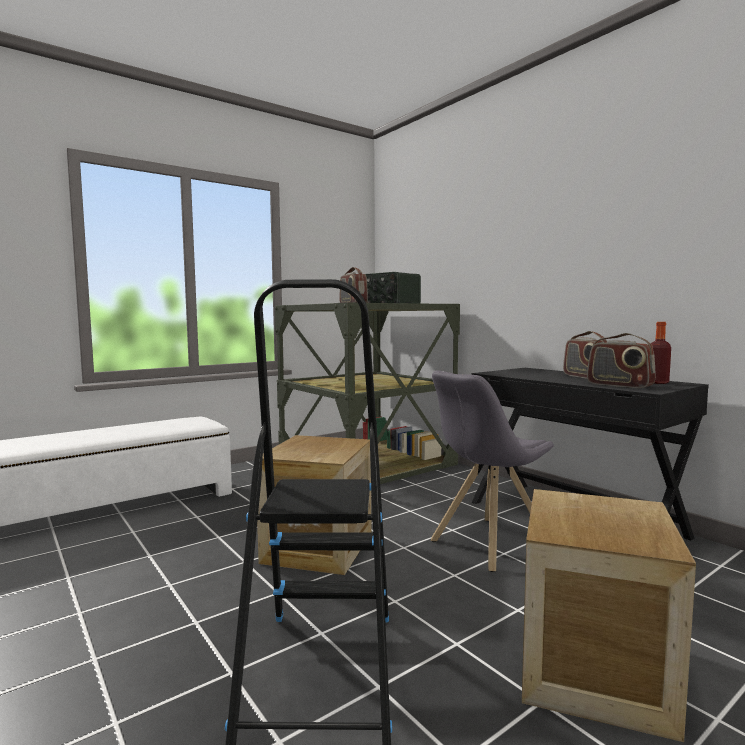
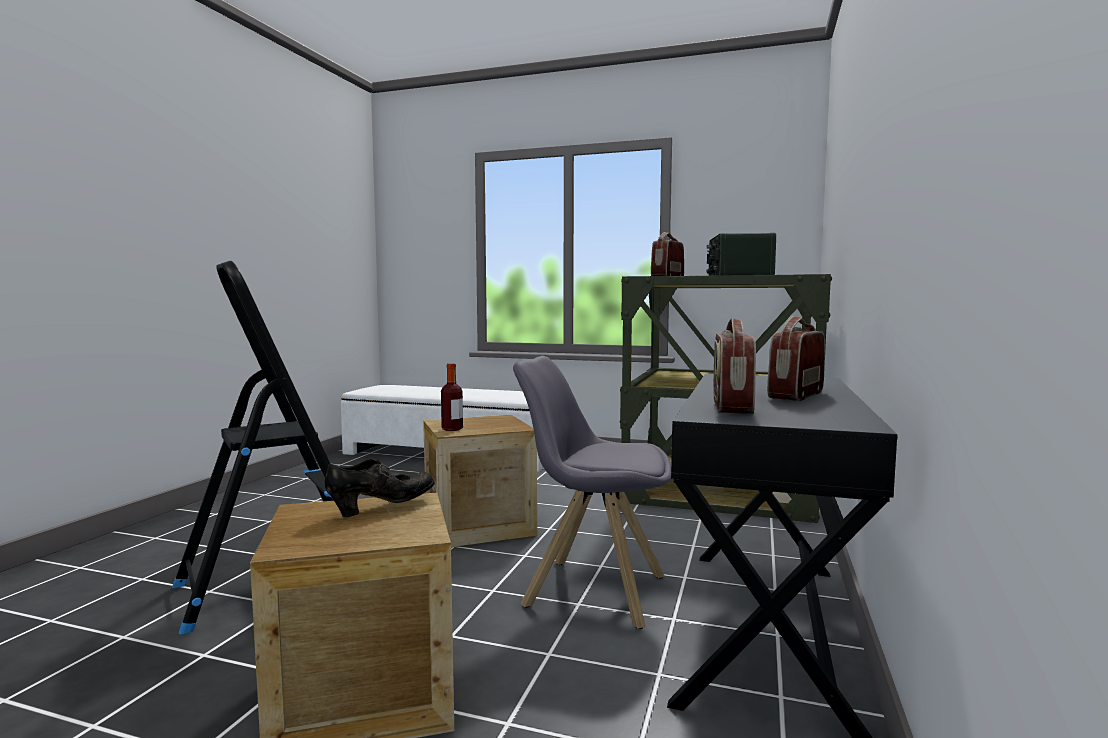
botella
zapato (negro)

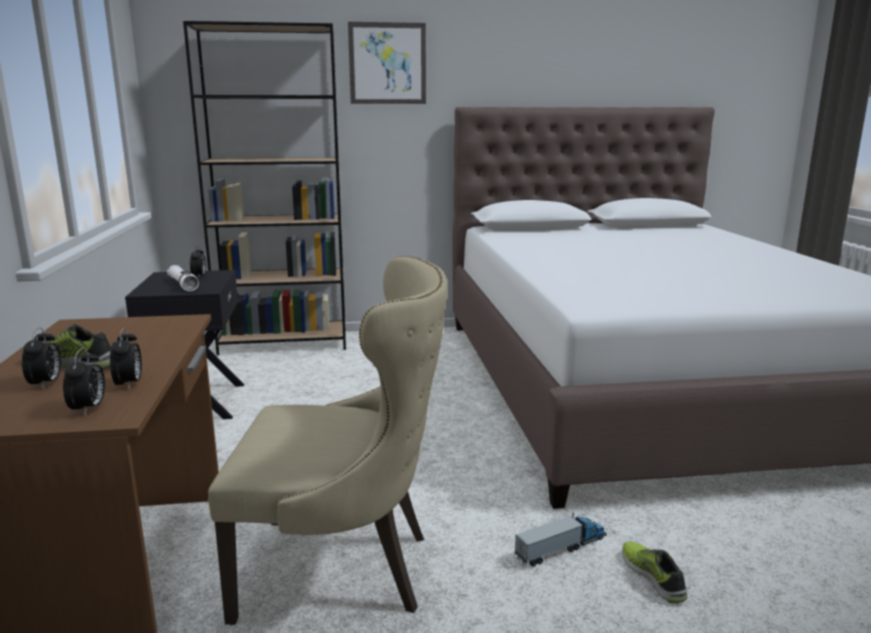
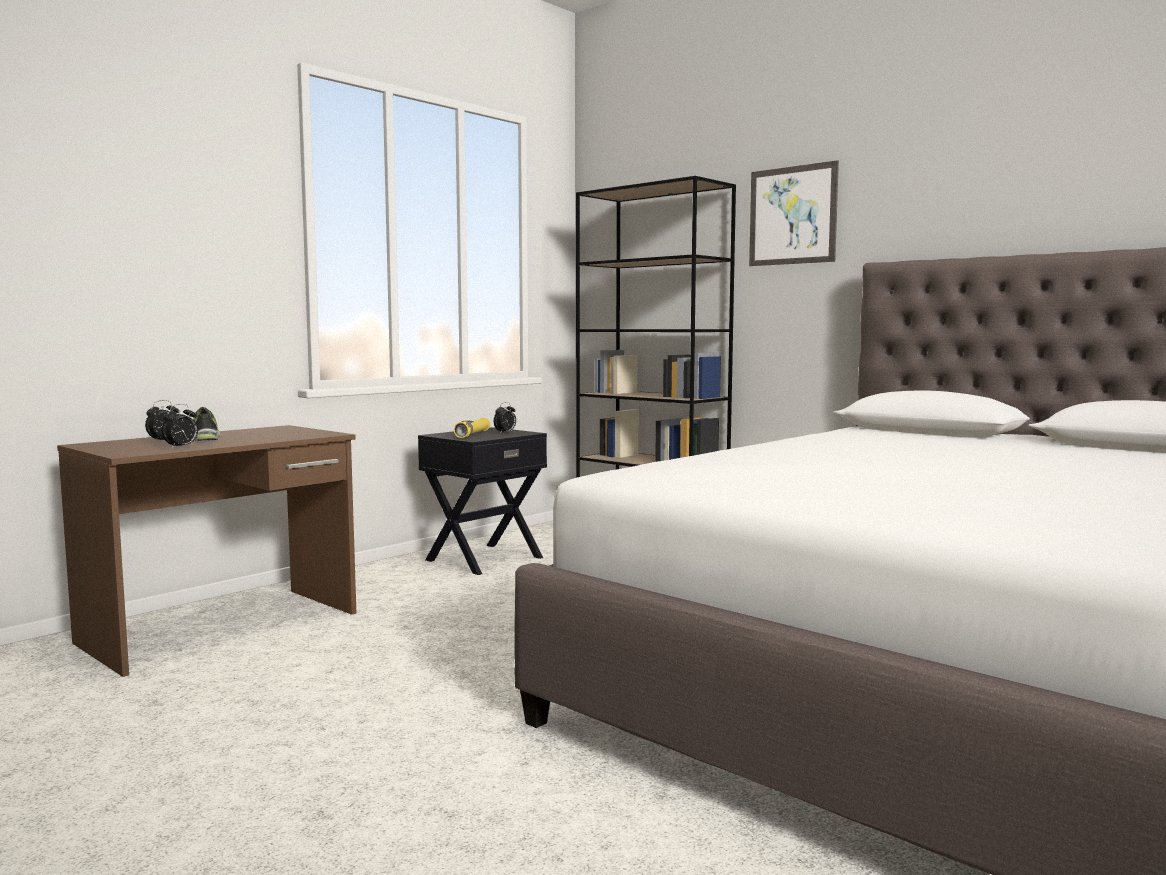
silla (beis)
linterna (amarillo)
despertador (no. 2 from left in the first image)
camión de juguete
zapato (no. 2 from left in the first image)

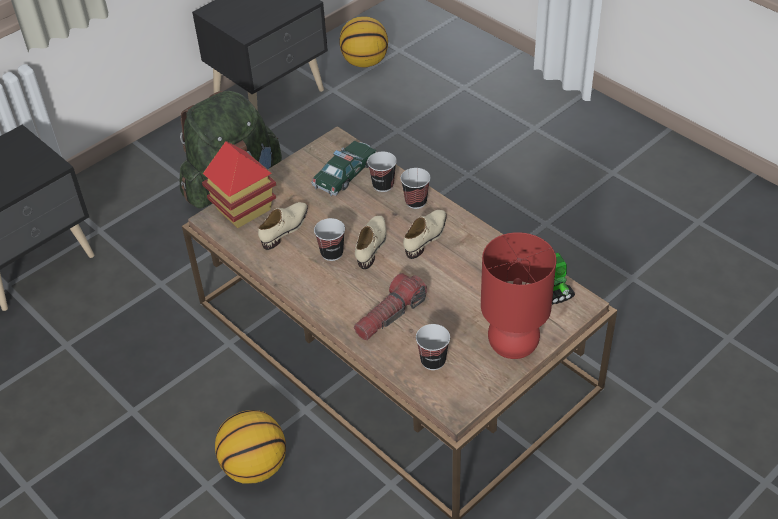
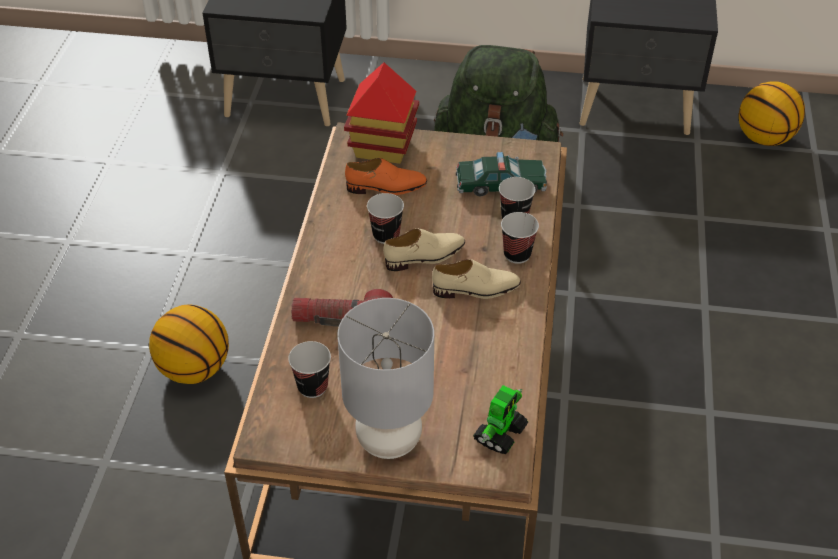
zapato (naranja)
lámpara de mesa (gris)

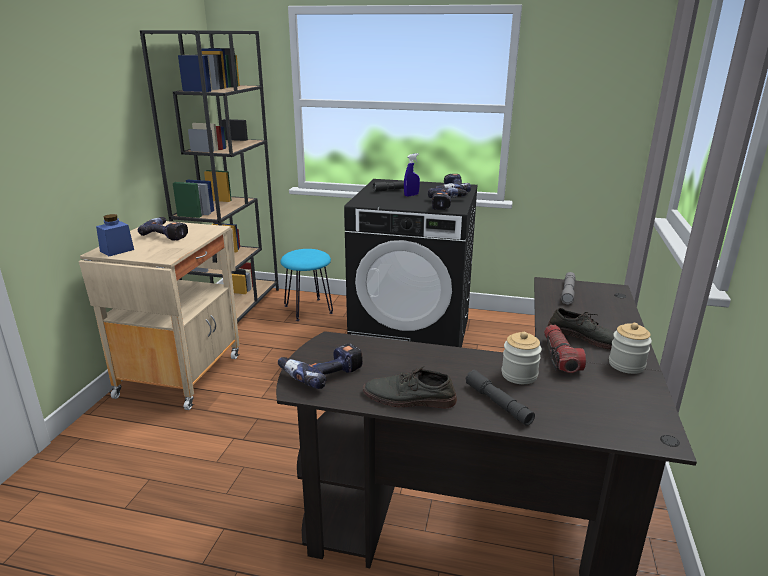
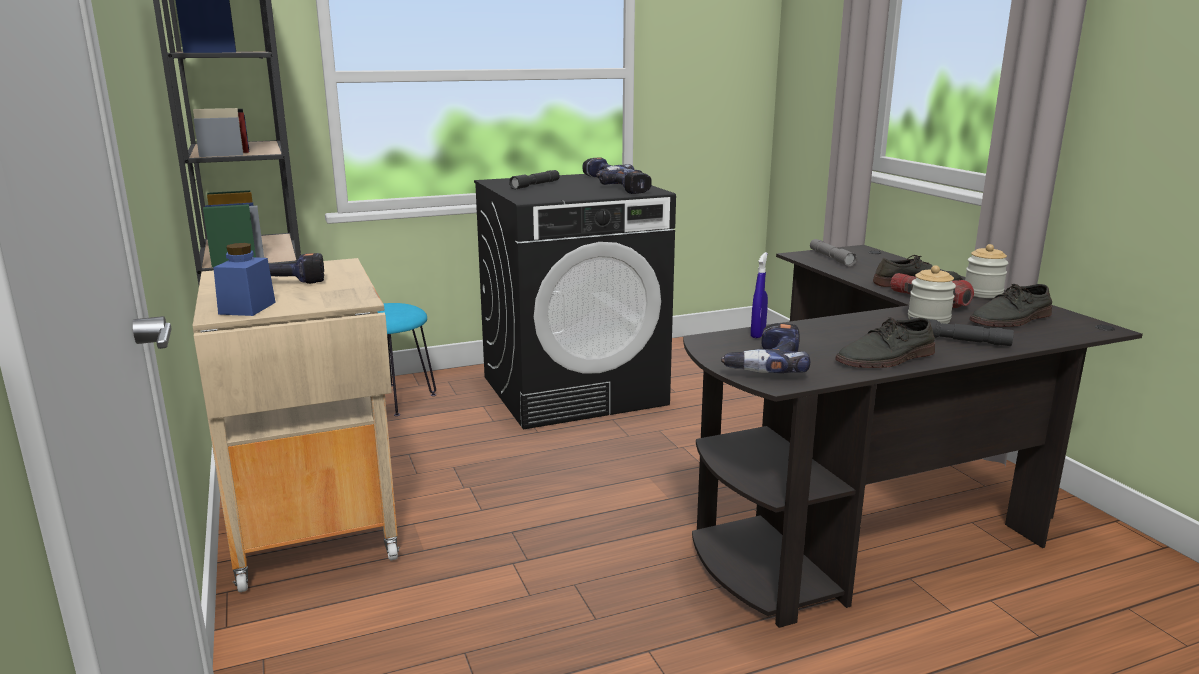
pulverizador (azul)
zapato (gris) (no. 3 from left)

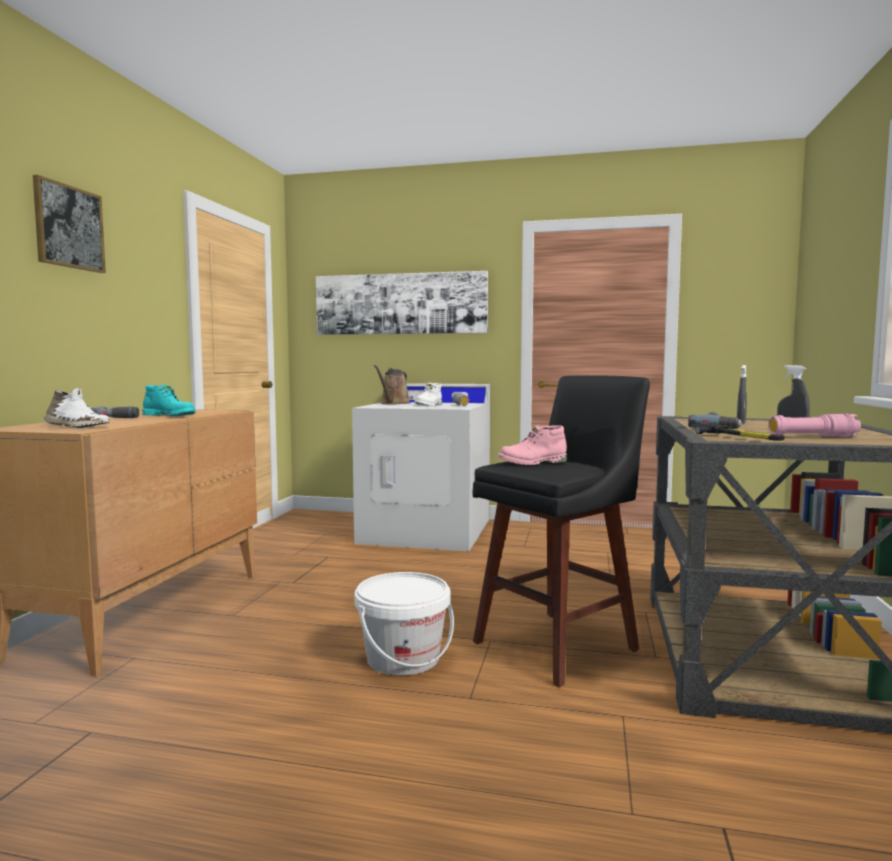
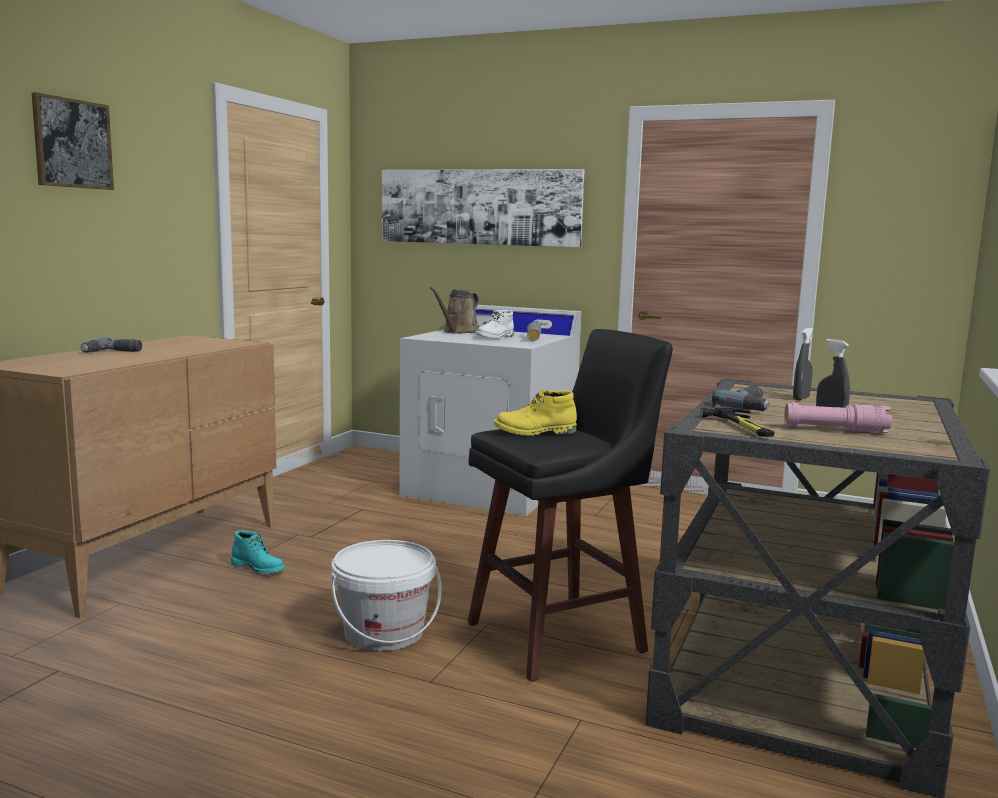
bota (turquesa)
zapato (blanco)
bota (amarillo)

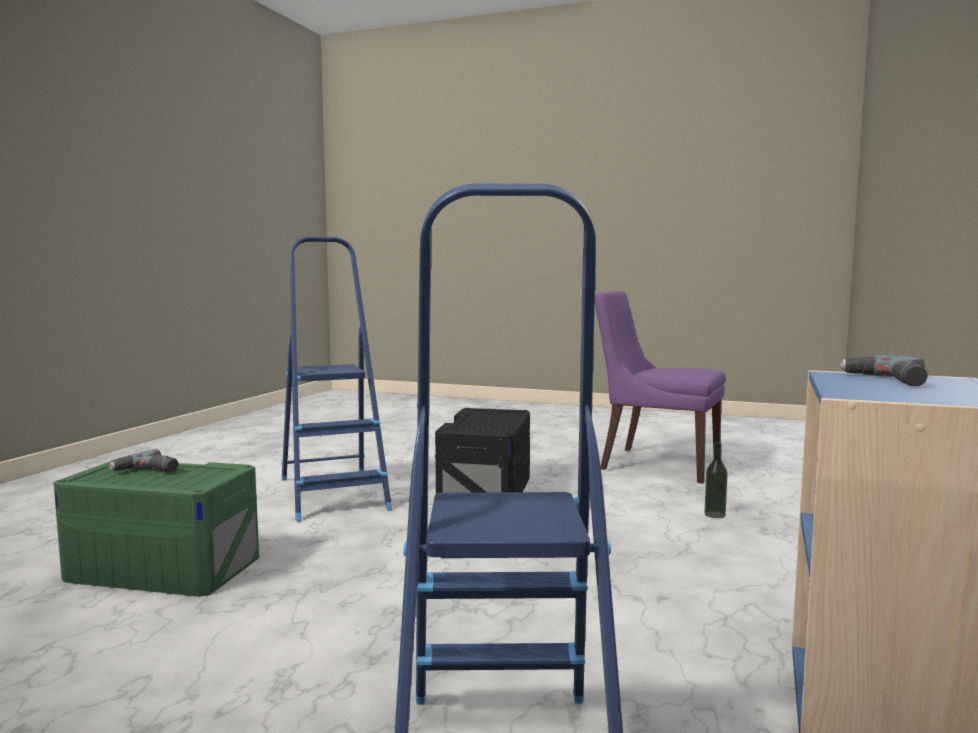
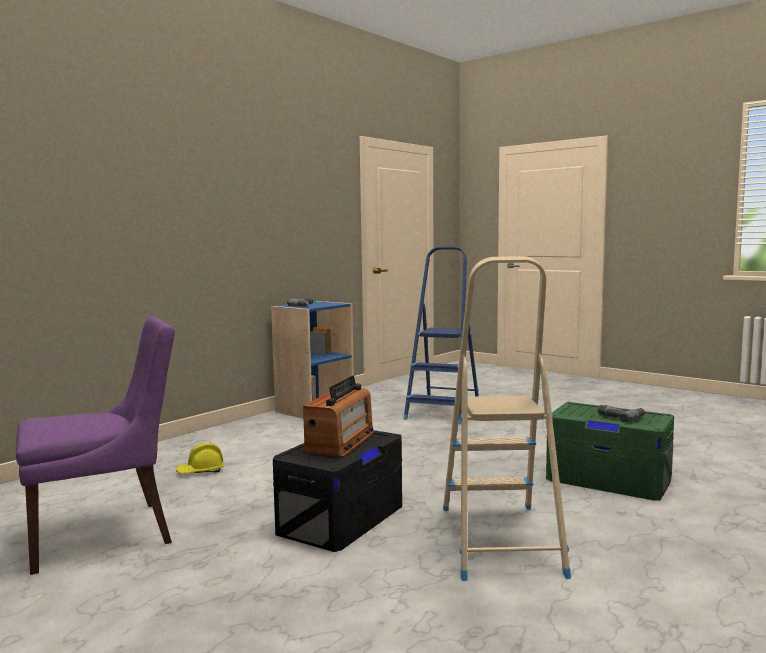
escalera de tijera (beis)
silla (morado)
casco (amarillo)
radio

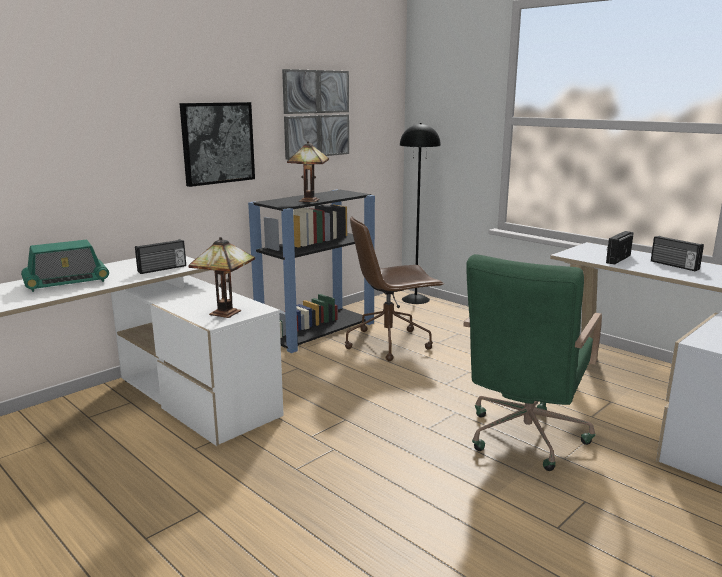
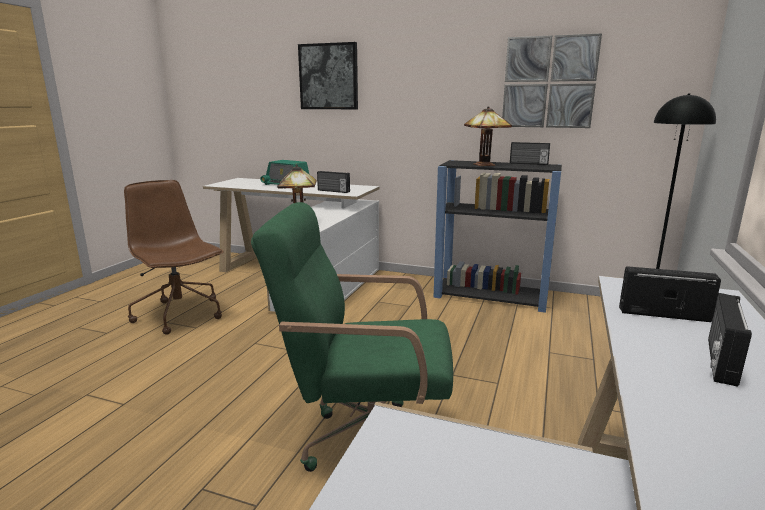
cuadro (no. 1 from left)
silla de oficina (marrón)
radio (no. 3 from left)

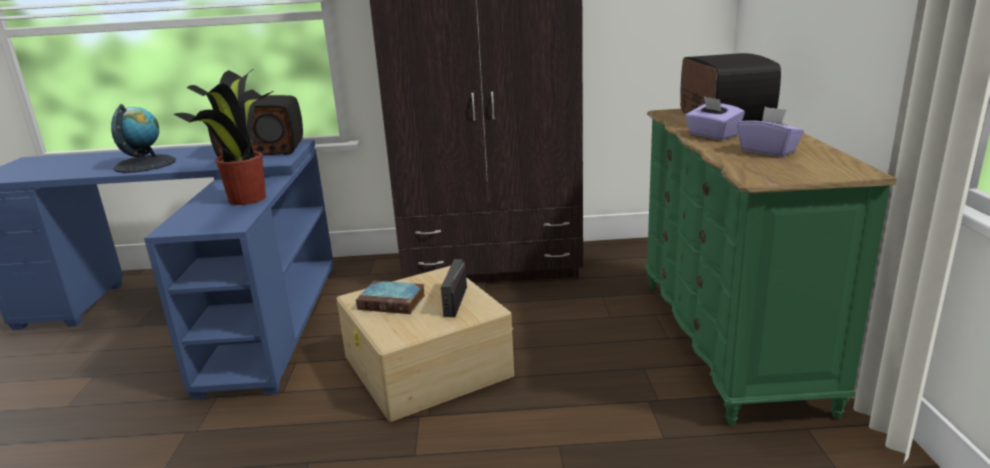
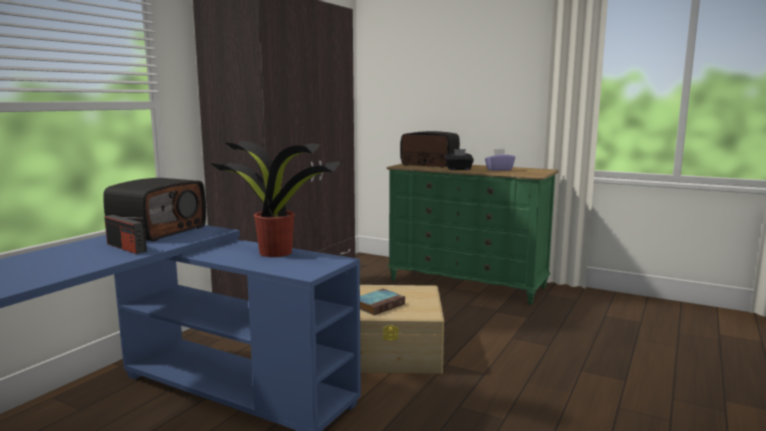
caja de pañuelos (negro)
globo terráqueo
radio (no. 1 from left)

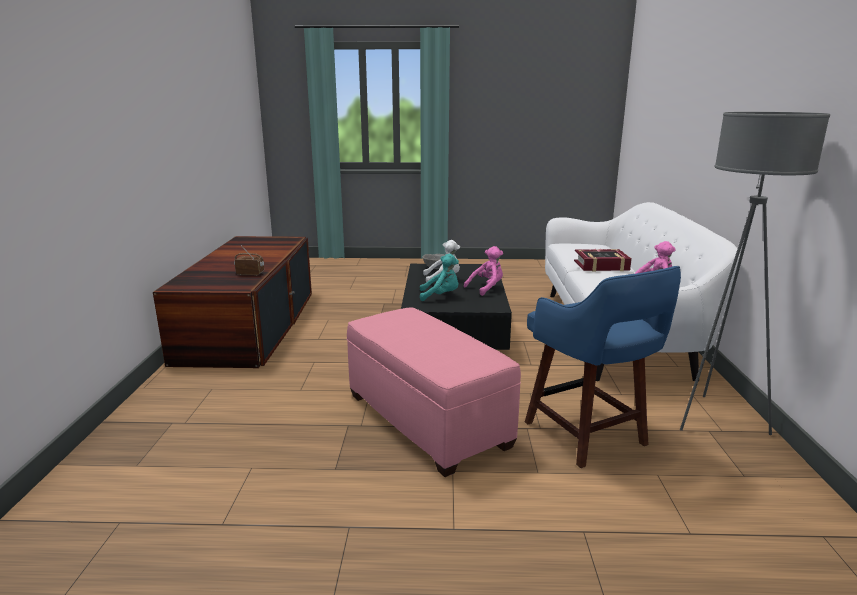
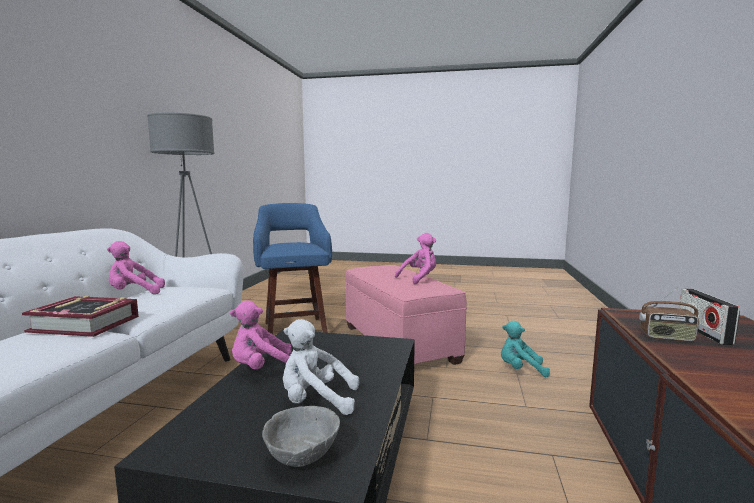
peluche (turquesa)
peluche (rosa) (no. 3 from left)
radio (no. 2 from left)

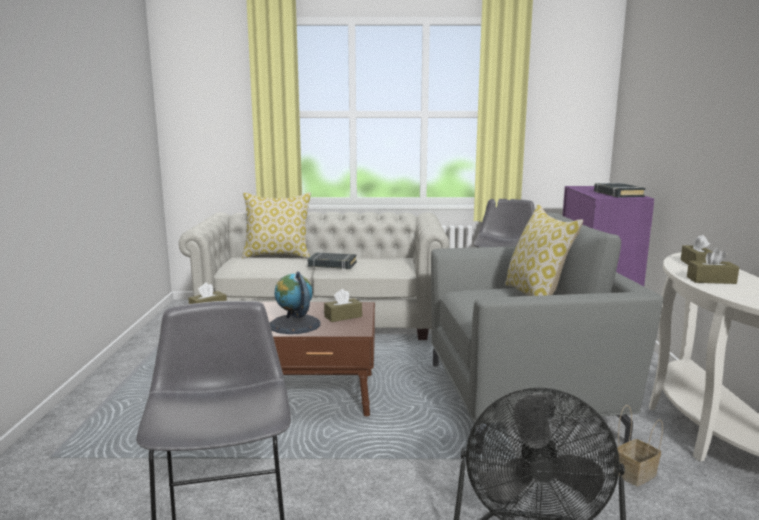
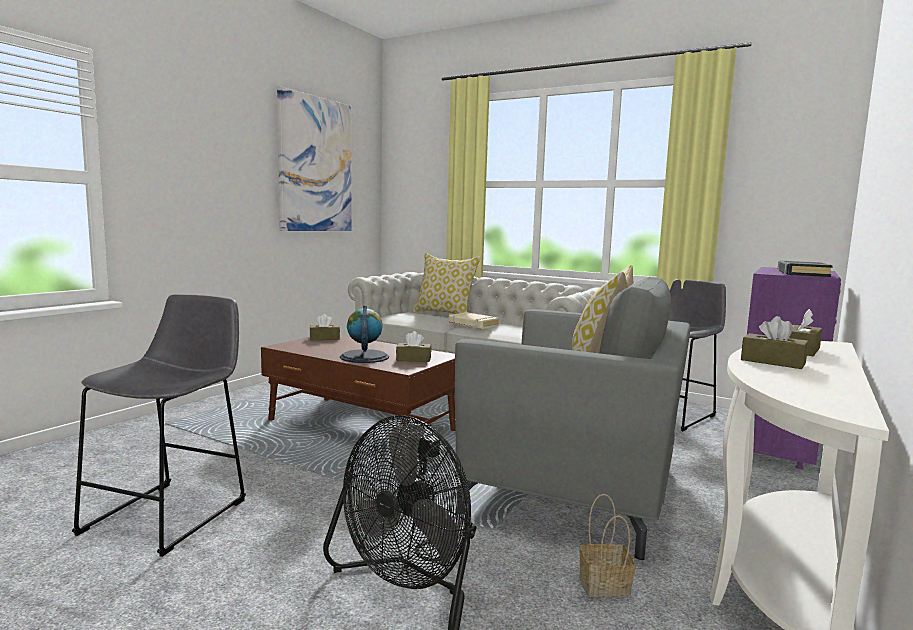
libro (beis)
cuadro

